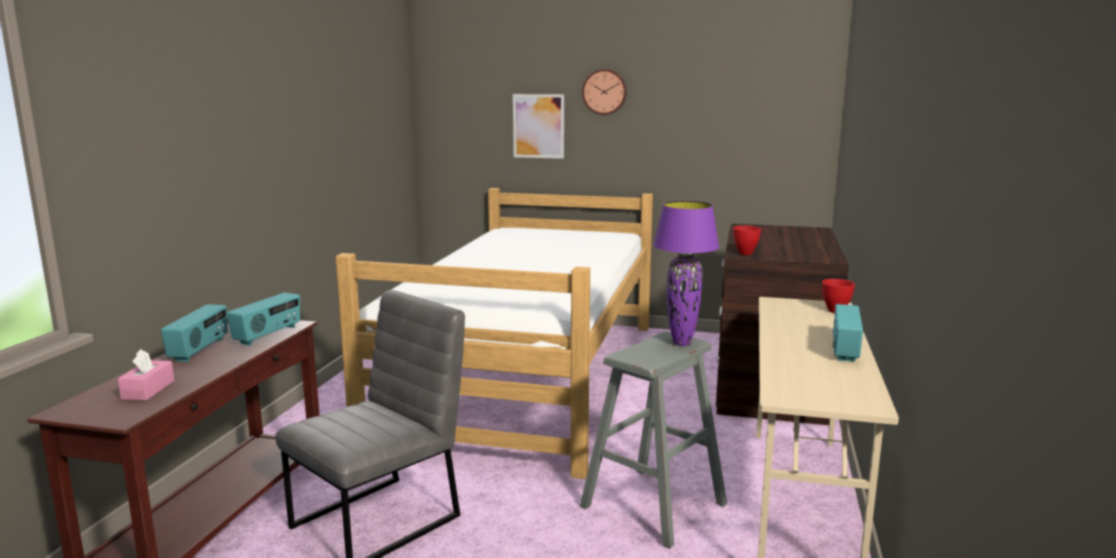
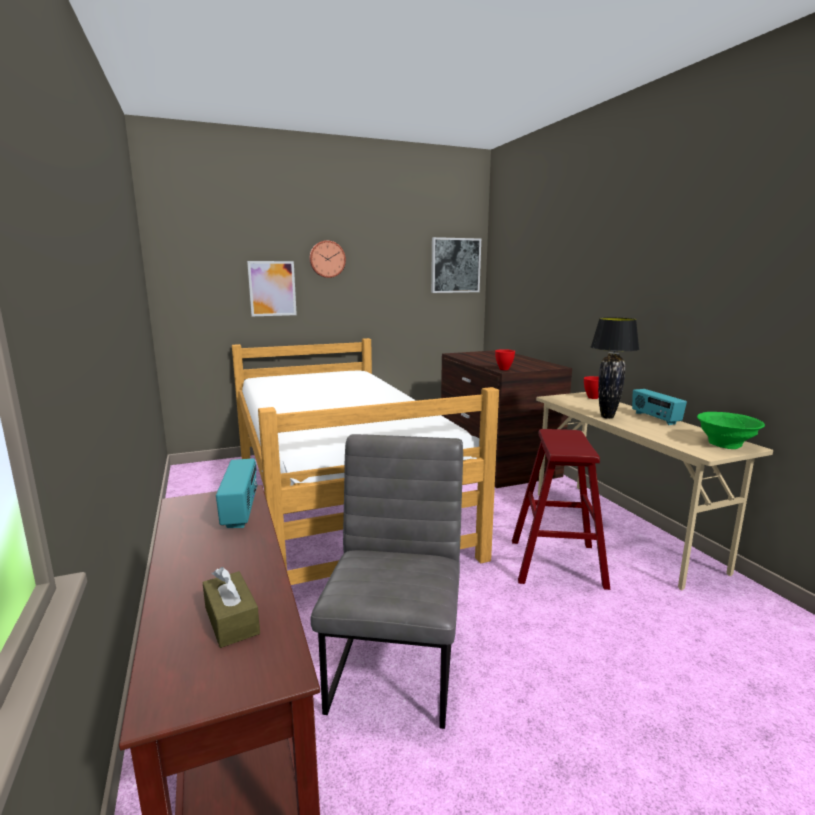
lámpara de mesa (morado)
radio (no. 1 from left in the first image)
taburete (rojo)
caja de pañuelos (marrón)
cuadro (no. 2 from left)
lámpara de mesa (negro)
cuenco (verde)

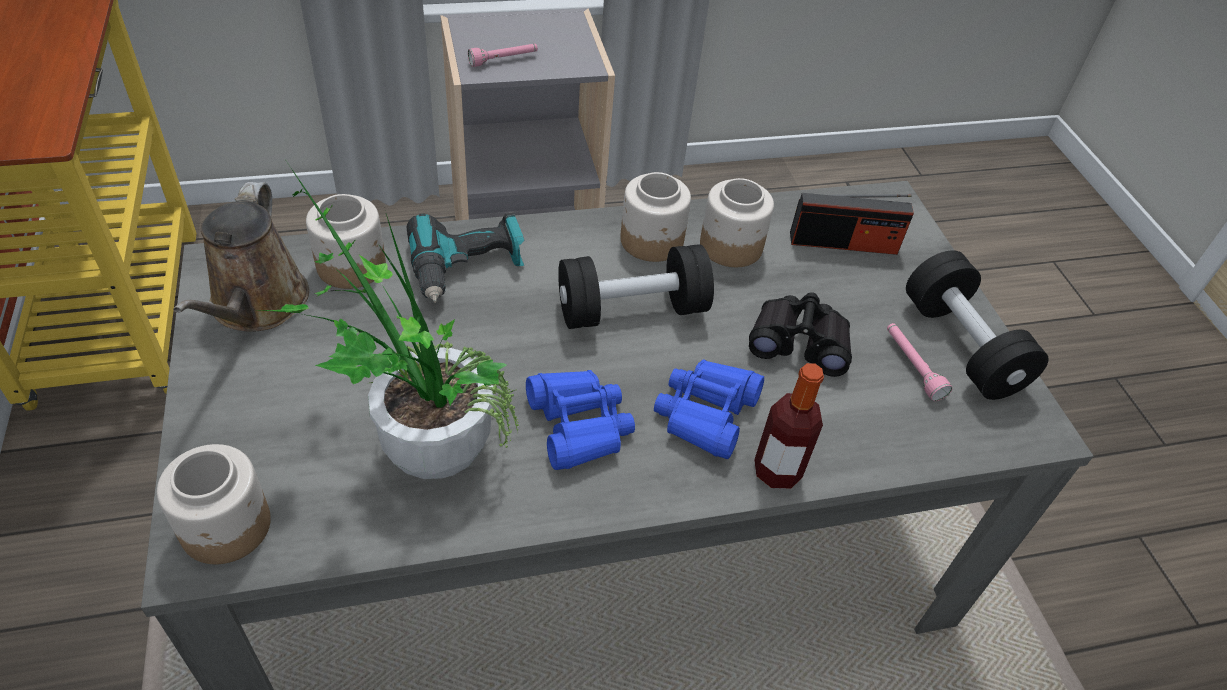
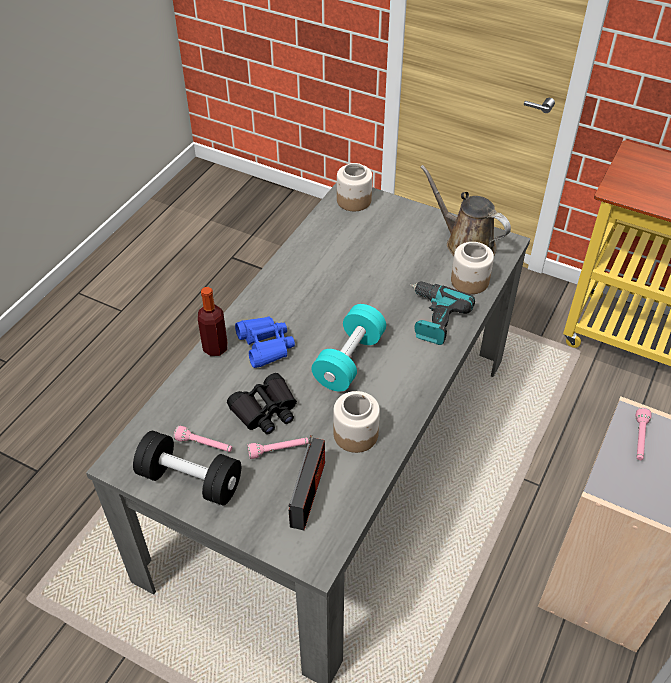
planta en maceta
tarro (no. 3 from left in the first image)
radio
mancuerna (turquesa)
prismáticos (azul) (no. 1 from left in the first image)
linterna (rosa) (no. 2 from left)

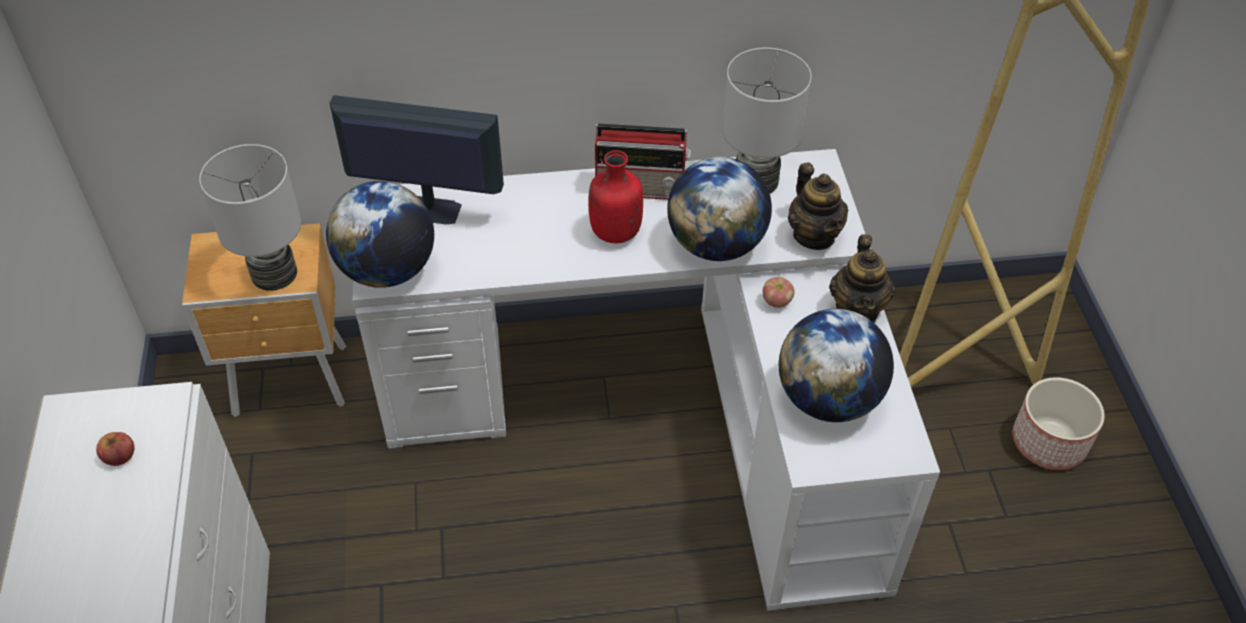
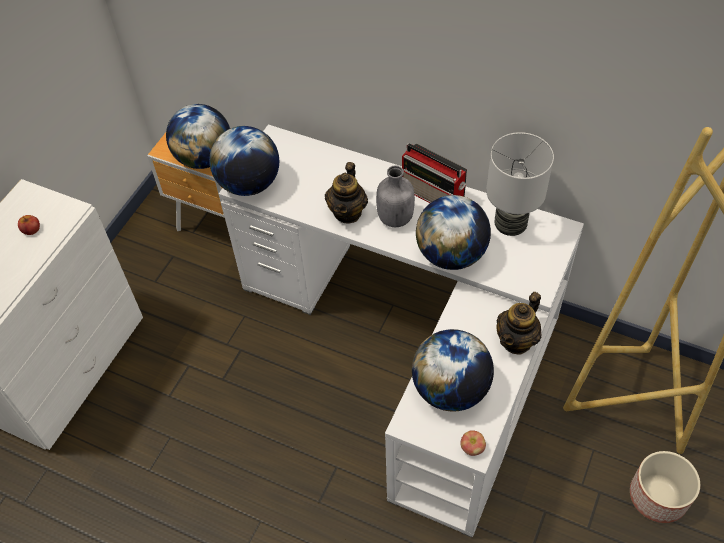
monitor
globo terráqueo (no. 1 from left)
botella (gris)
tetera (no. 1 from left)
manzana (no. 2 from left)

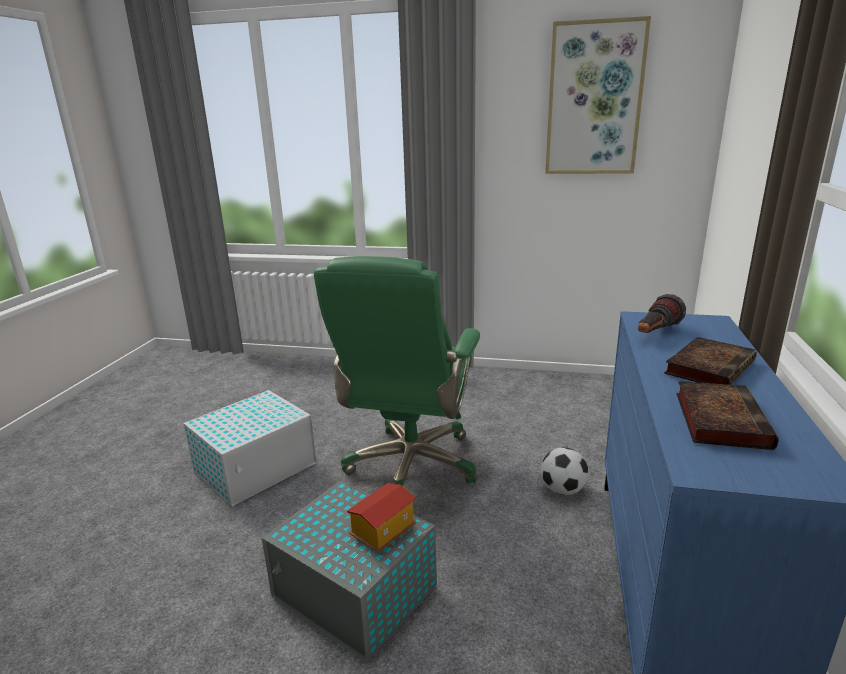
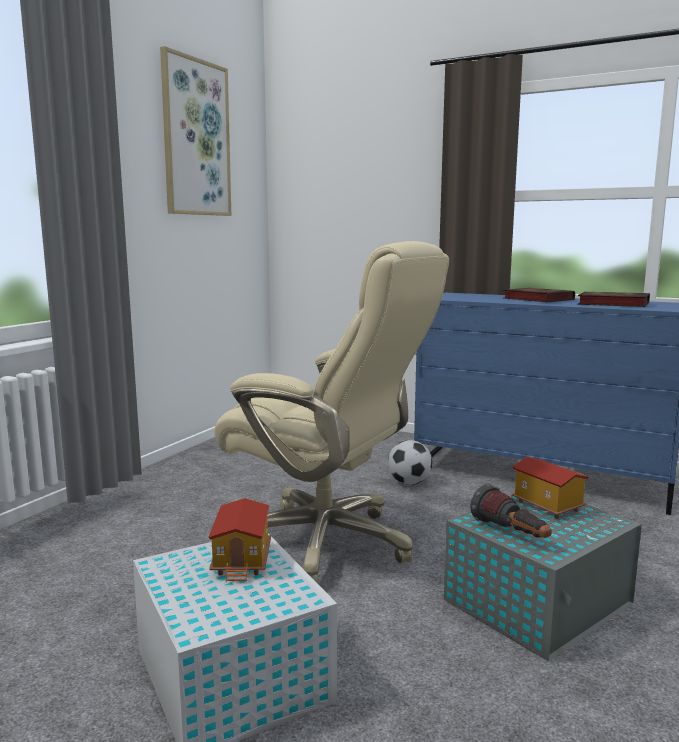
silla de oficina (beis)
linterna
casita (no. 1 from left)

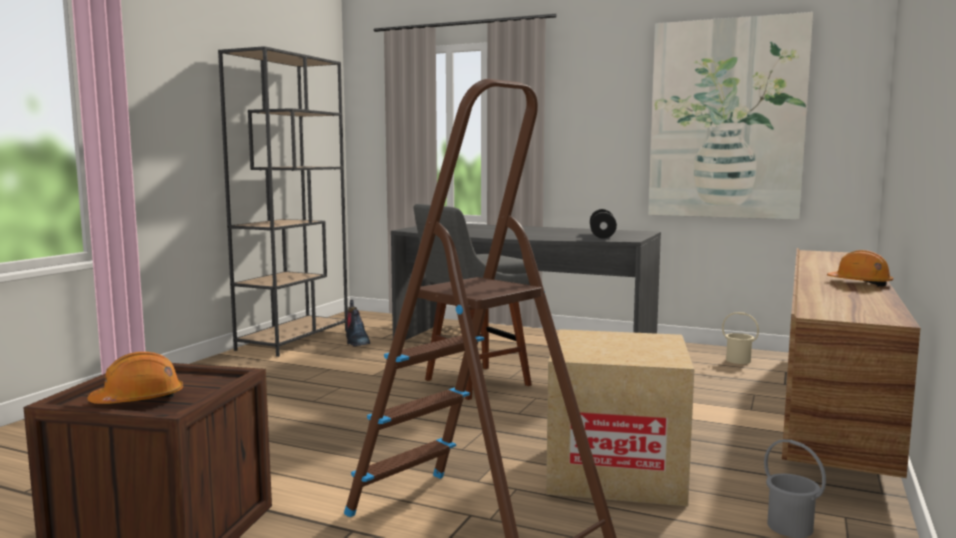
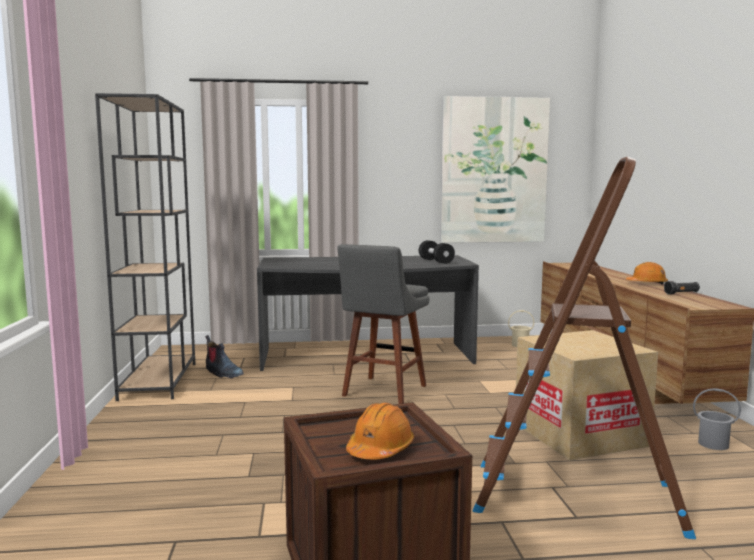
linterna (negro)

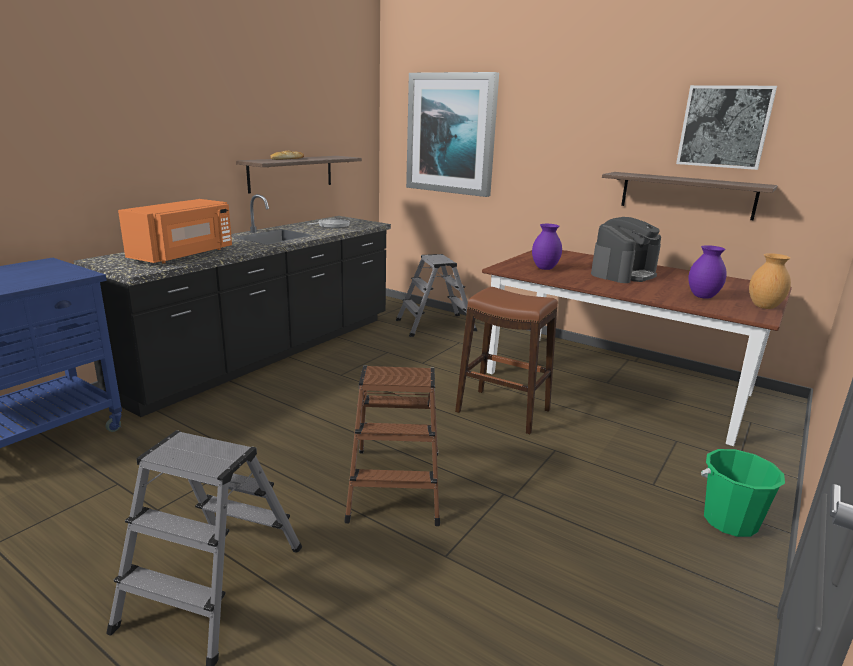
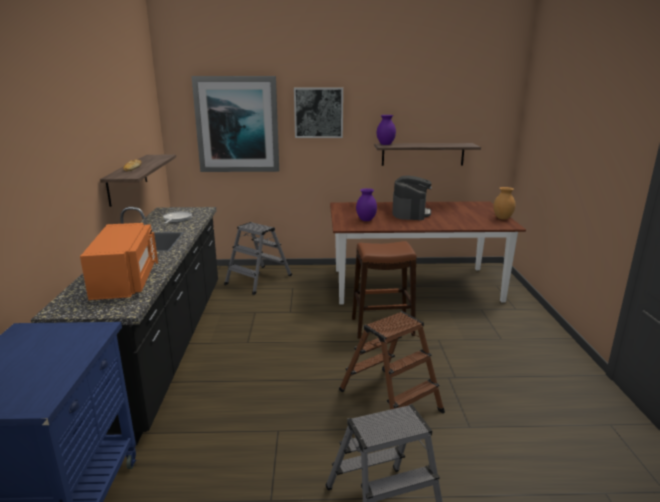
cuadro (no. 2 from left)
florero (morado) (no. 2 from left)
cubo (verde)

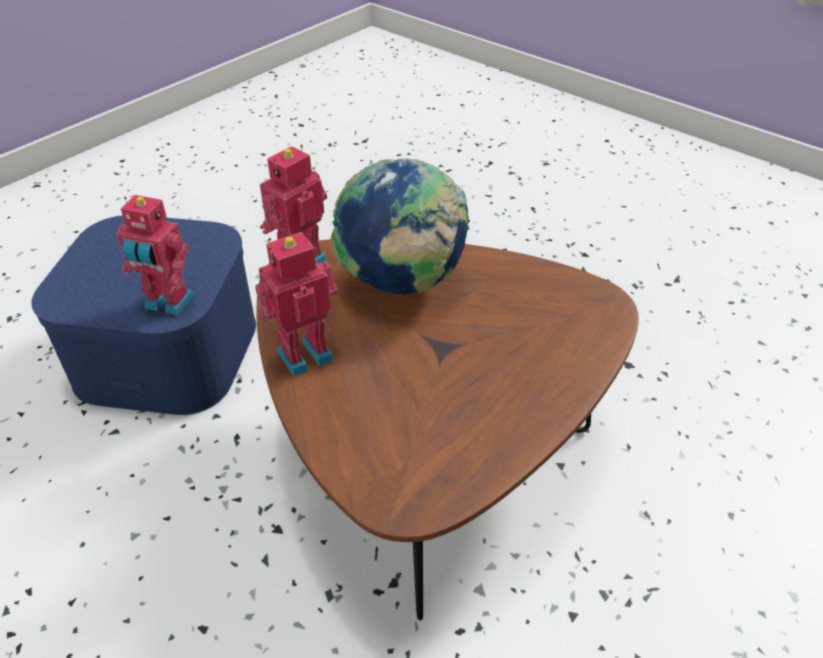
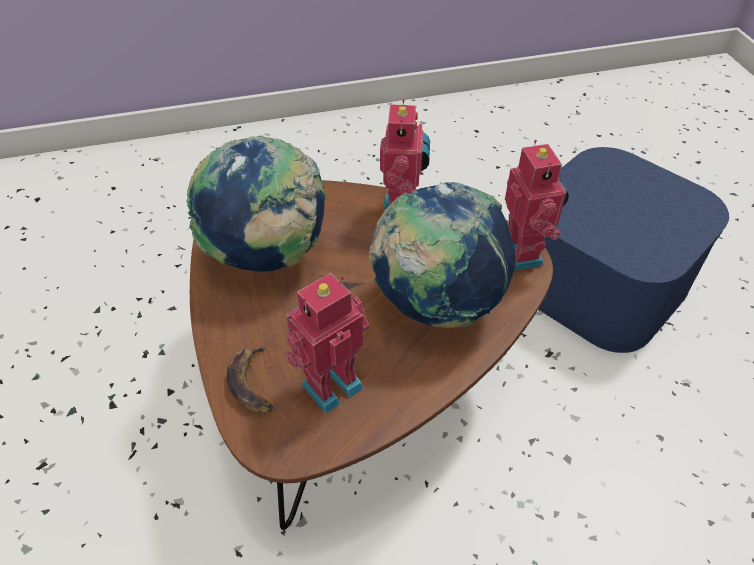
robot de juguete (no. 1 from left)
globo terráqueo (no. 1 from left)
plátano

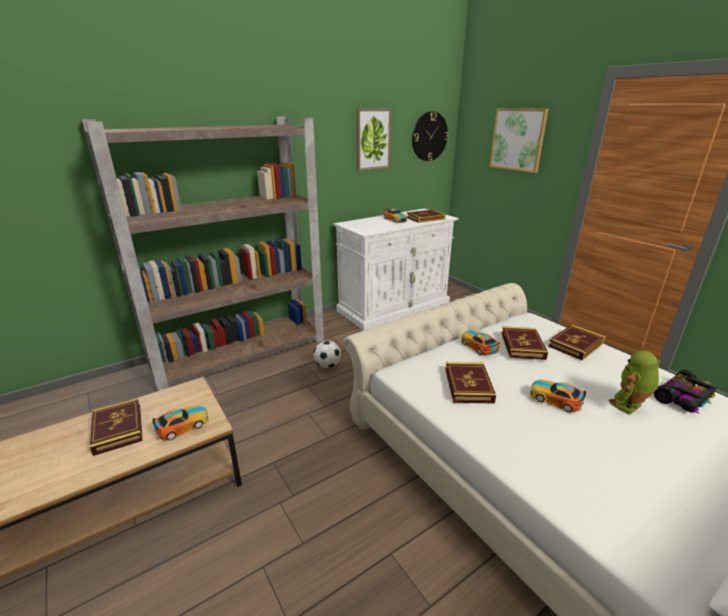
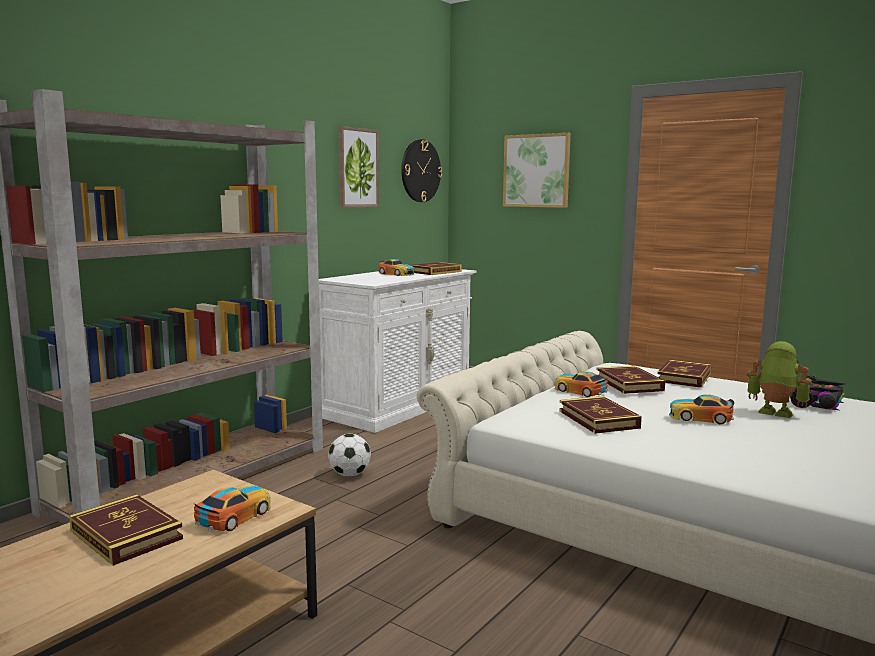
robot de juguete

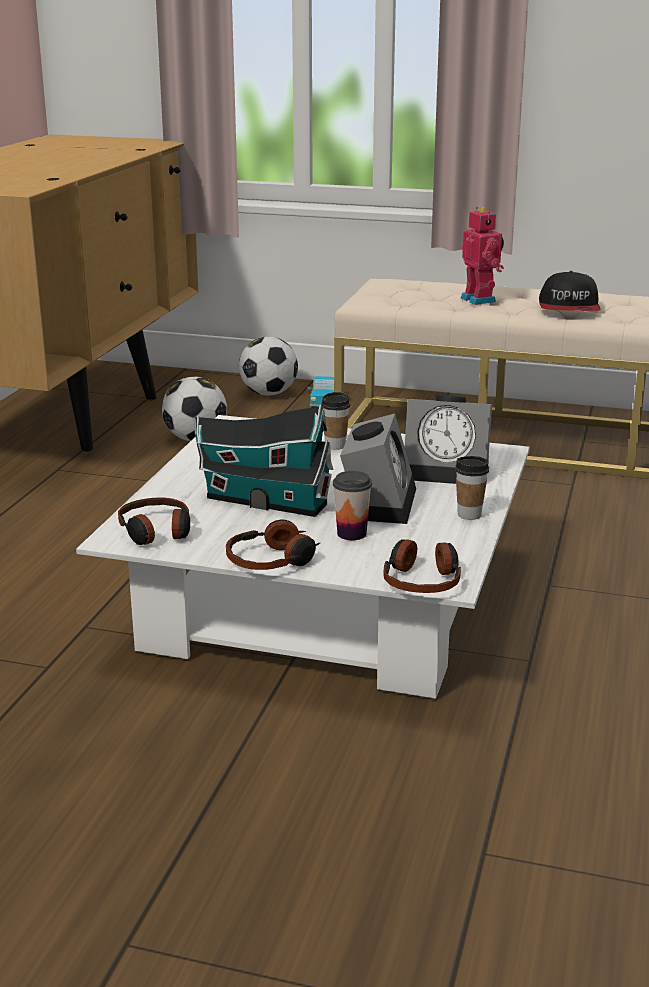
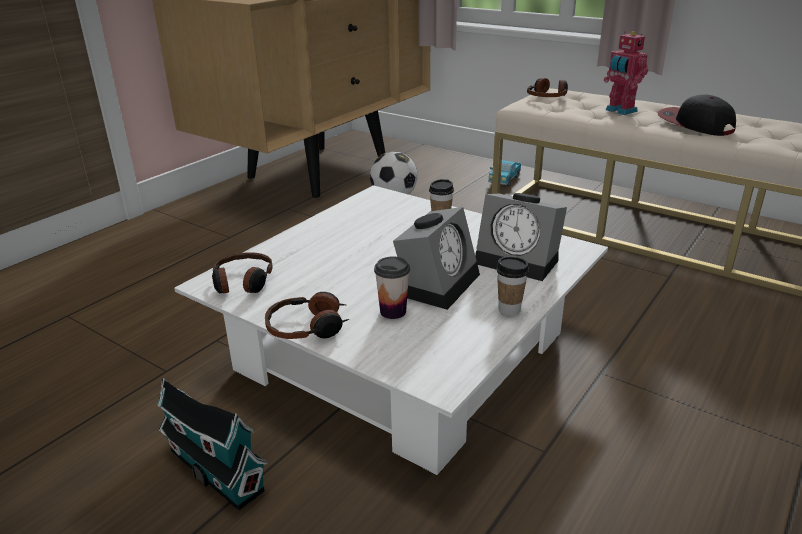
robot de juguete
gorra
balón de fútbol (no. 2 from left in the first image)
casita
auriculares (no. 3 from left)

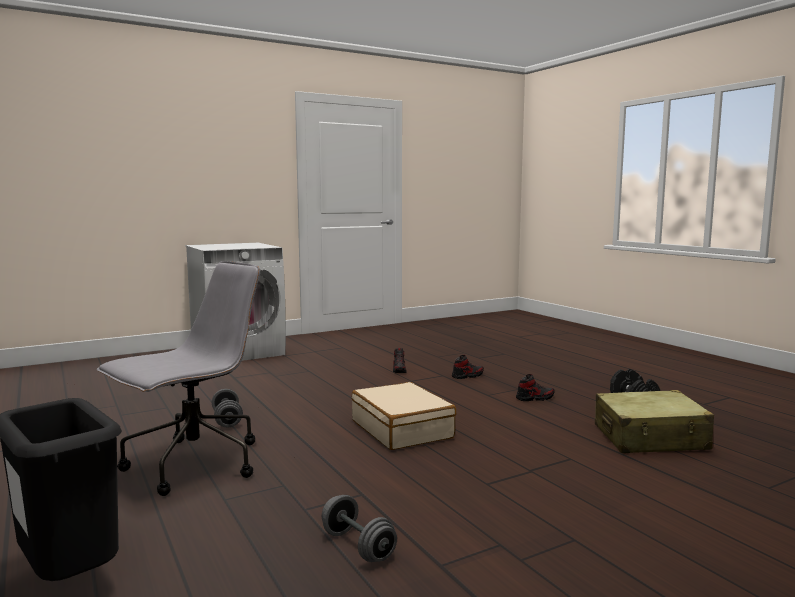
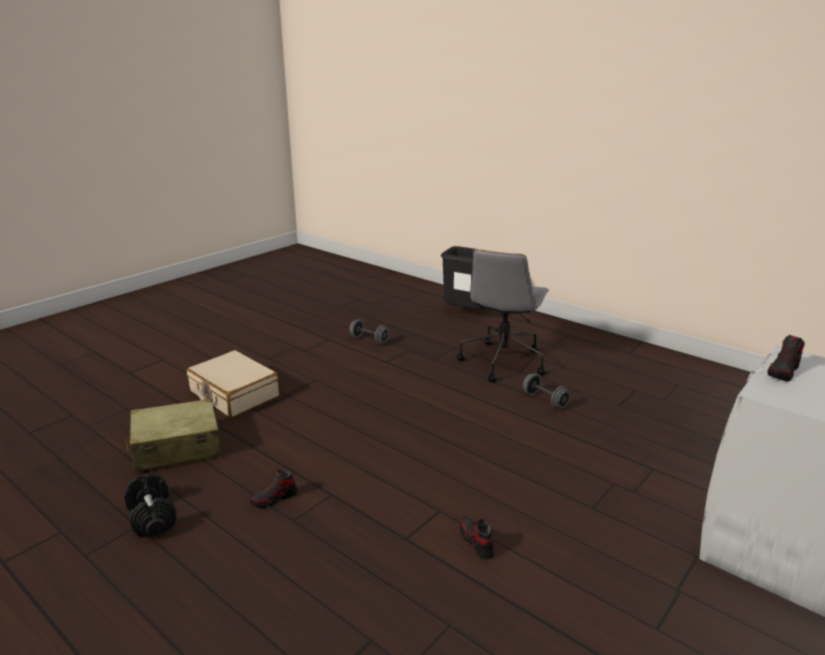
zapato (no. 3 from left)
maleta (beis) (no. 2 from left)

